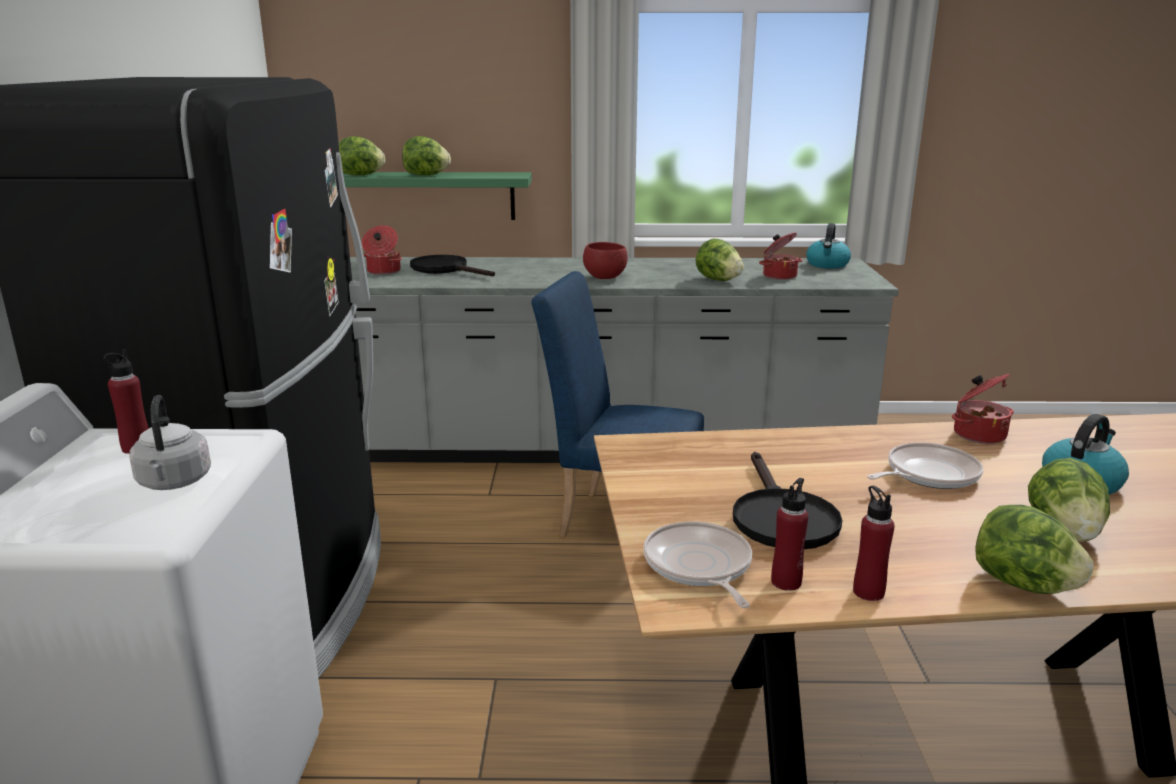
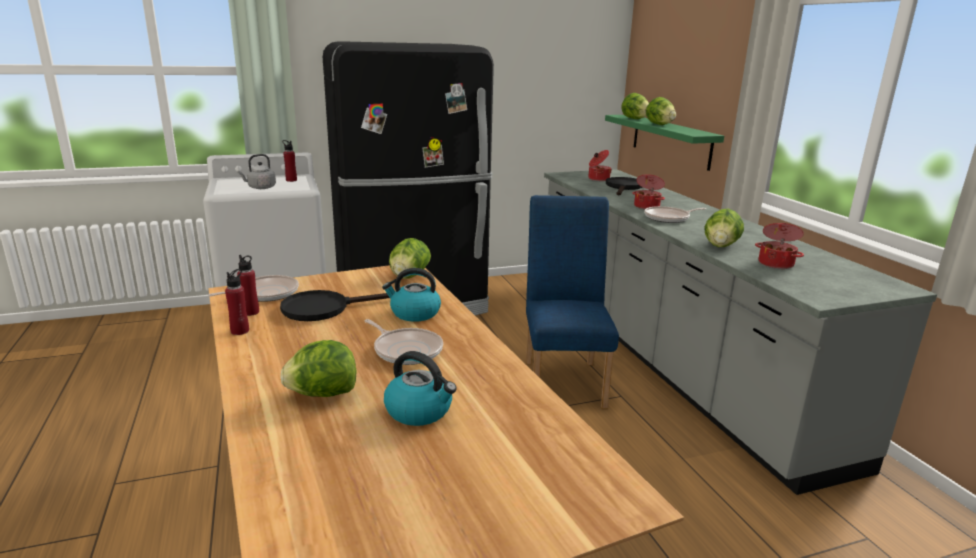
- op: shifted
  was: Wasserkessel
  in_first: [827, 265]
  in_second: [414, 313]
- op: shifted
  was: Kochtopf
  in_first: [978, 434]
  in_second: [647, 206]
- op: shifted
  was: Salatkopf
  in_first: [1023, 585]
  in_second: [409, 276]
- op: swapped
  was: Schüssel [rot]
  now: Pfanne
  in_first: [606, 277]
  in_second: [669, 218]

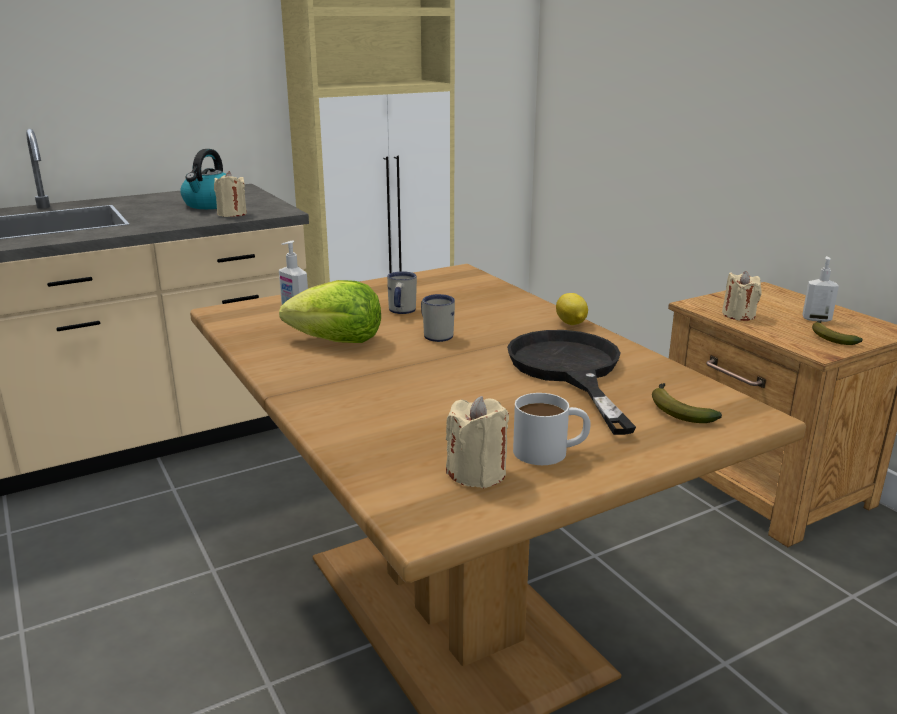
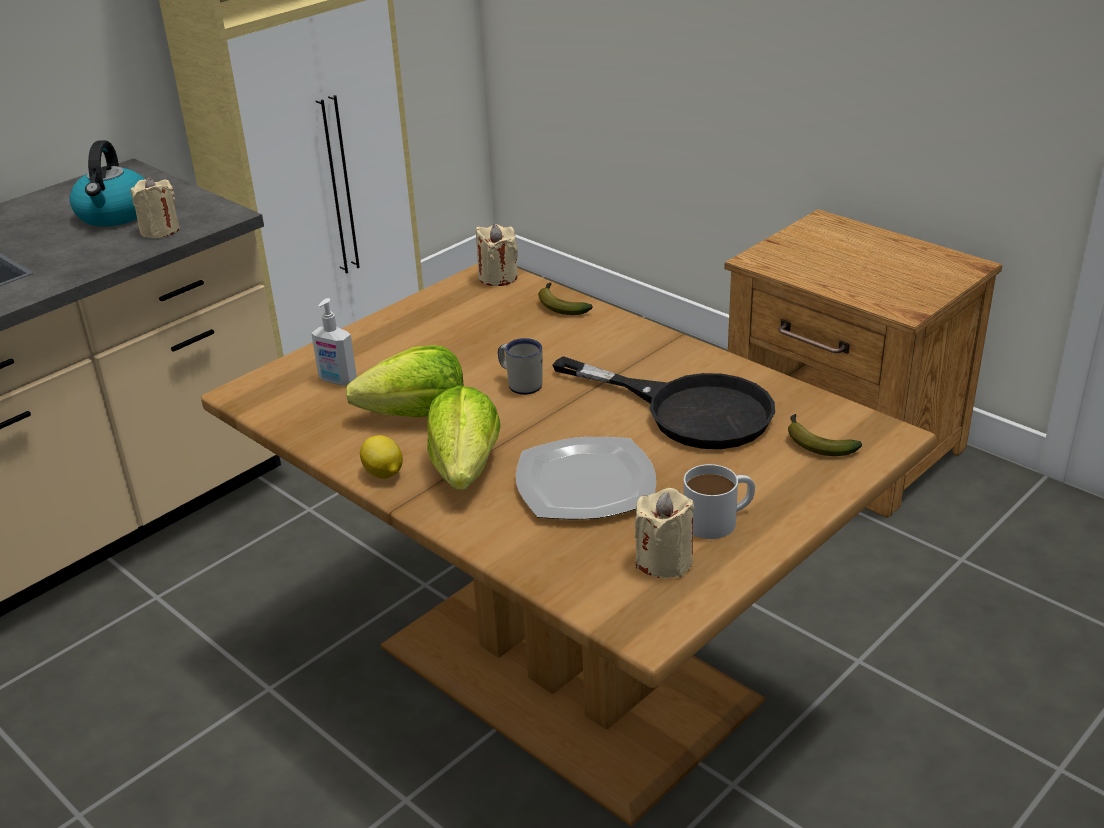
- op: gone
  was: Henkelbecher [weiß]
  in_first: [401, 312]
- op: gone
  was: Seifenspender
  in_first: [816, 319]
- op: new
  now: Salatkopf
  in_second: [465, 469]
- op: new
  now: Teller
  in_second: [587, 483]
- op: shifted
  was: Zitrone
  in_first: [571, 323]
  in_second: [384, 474]
- op: shifted
  was: Kerze [beige]
  in_first: [738, 315]
  in_second: [498, 277]
- op: shifted
  was: Banane
  in_first: [830, 337]
  in_second: [560, 305]
- op: rotated
  was: Pfanne [schwarz]
  in_first: [569, 370]
  in_second: [688, 410]
  clockwise: 150

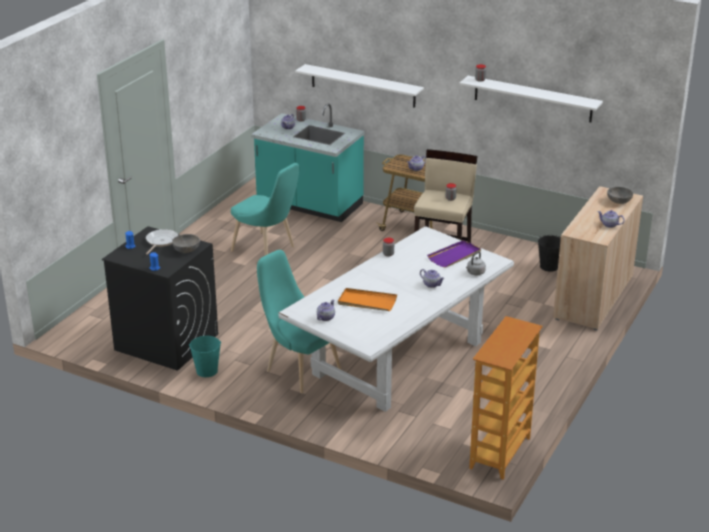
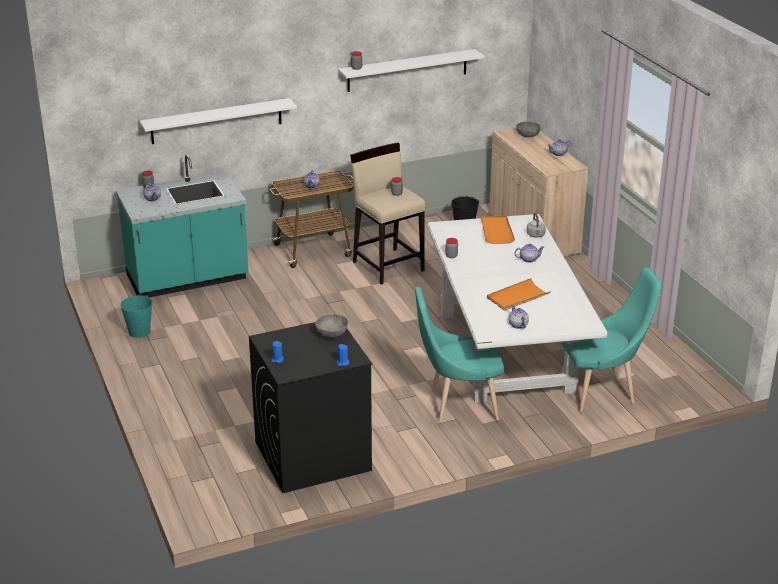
- op: gone
  was: Pfanne
  in_first: [161, 241]
- op: gone
  was: Bücherregal
  in_first: [500, 453]
- op: shifted
  was: Eimer [türkis]
  in_first: [207, 371]
  in_second: [139, 332]
- op: shifted
  was: Stuhl [türkis]
  in_first: [266, 250]
  in_second: [602, 391]
- op: repainted
  was: Tablett [lila]
  now: Tablett [orange]
  in_first: [455, 256]
  in_second: [496, 231]

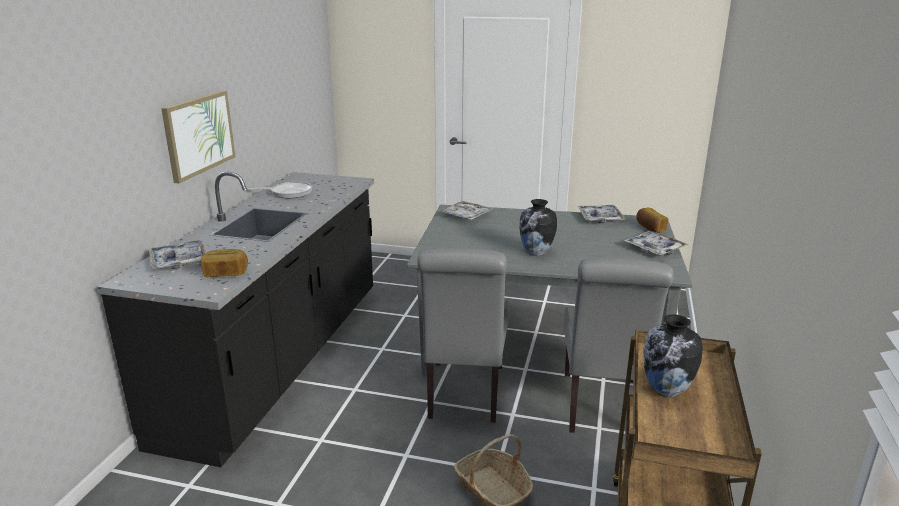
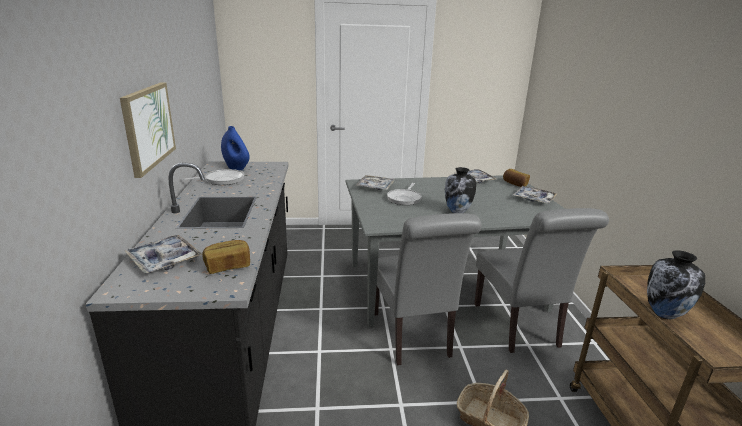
- op: new
  now: Vase [blau]
  in_second: [236, 168]
- op: new
  now: Pfanne
  in_second: [405, 198]

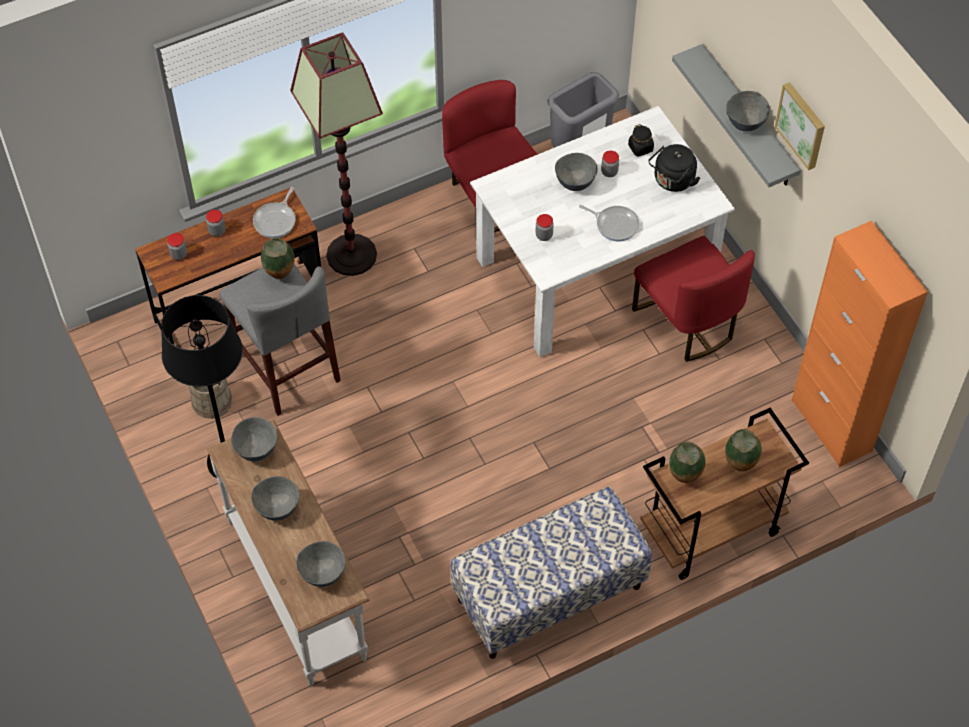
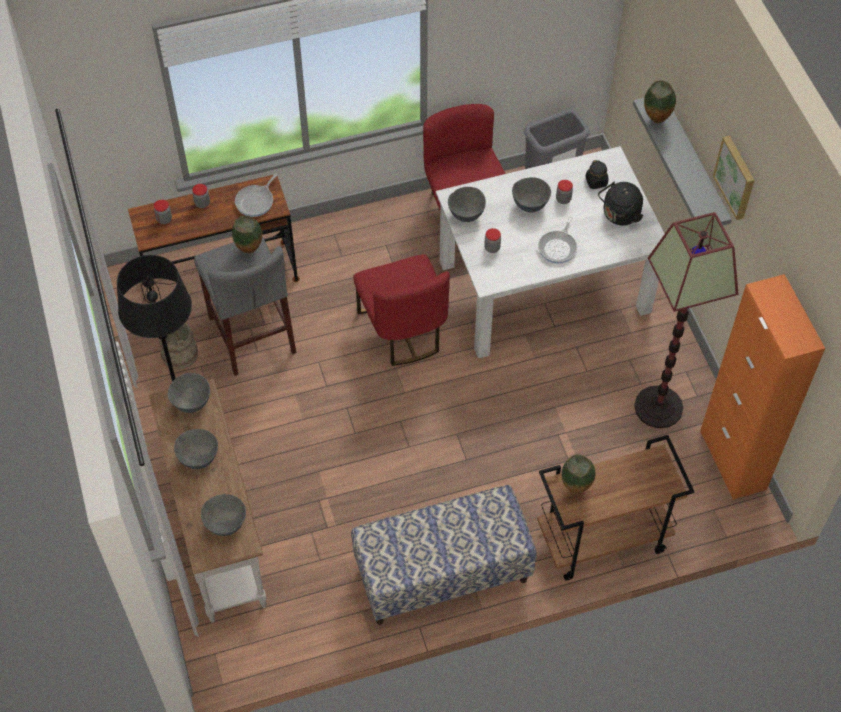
- op: shifted
  was: Stehlampe
  in_first: [352, 254]
  in_second: [658, 407]
- op: shifted
  was: Stuhl [rot]
  in_first: [687, 322]
  in_second: [403, 330]
- op: shifted
  was: Vase
  in_first: [739, 467]
  in_second: [656, 121]
- op: shifted
  was: Schüssel [grau]
  in_first: [744, 124]
  in_second: [466, 215]
- op: rotated
  was: Pfanne
  in_first: [614, 224]
  in_second: [558, 247]
  clockwise: 75

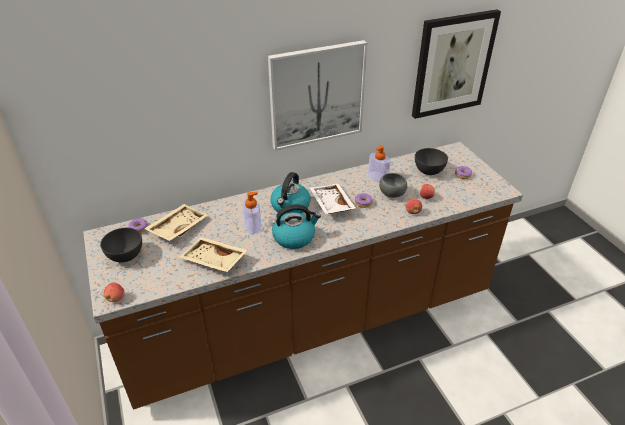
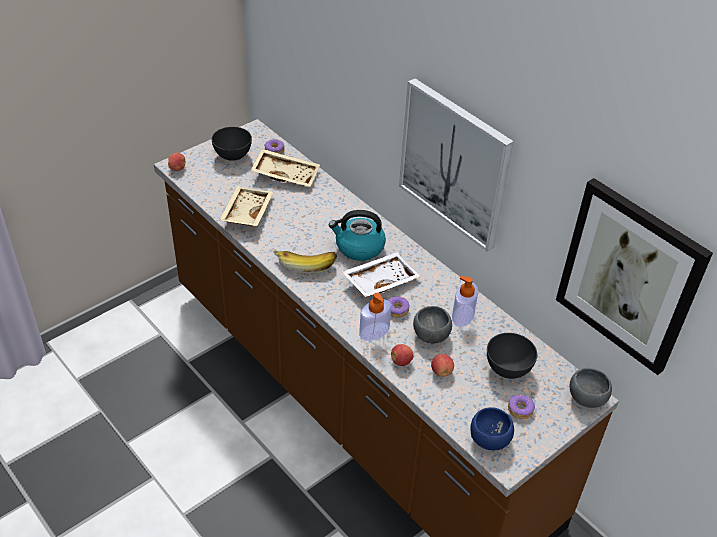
- op: new
  now: Schüssel [blau]
  in_second: [488, 438]
- op: new
  now: Schüssel [grau]
  in_second: [586, 398]
- op: shifted
  was: Seifenspender
  in_first: [253, 225]
  in_second: [374, 331]
- op: swapped
  was: Wasserkessel
  now: Banane
  in_first: [294, 237]
  in_second: [306, 263]

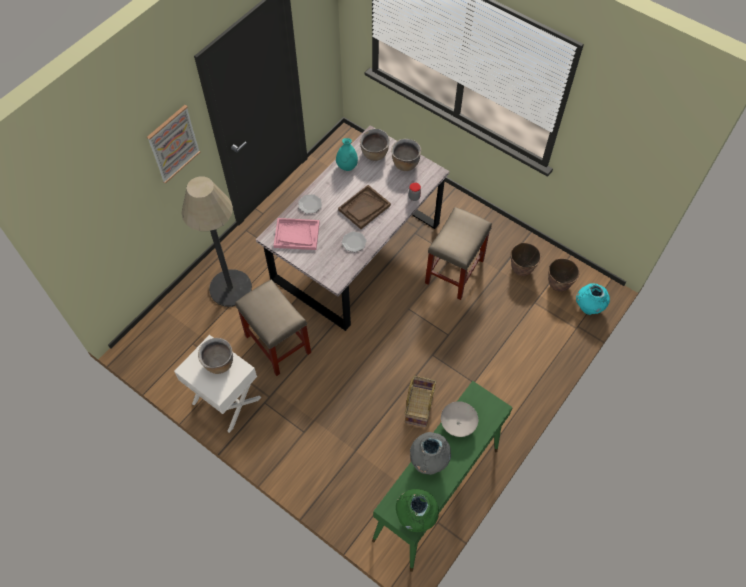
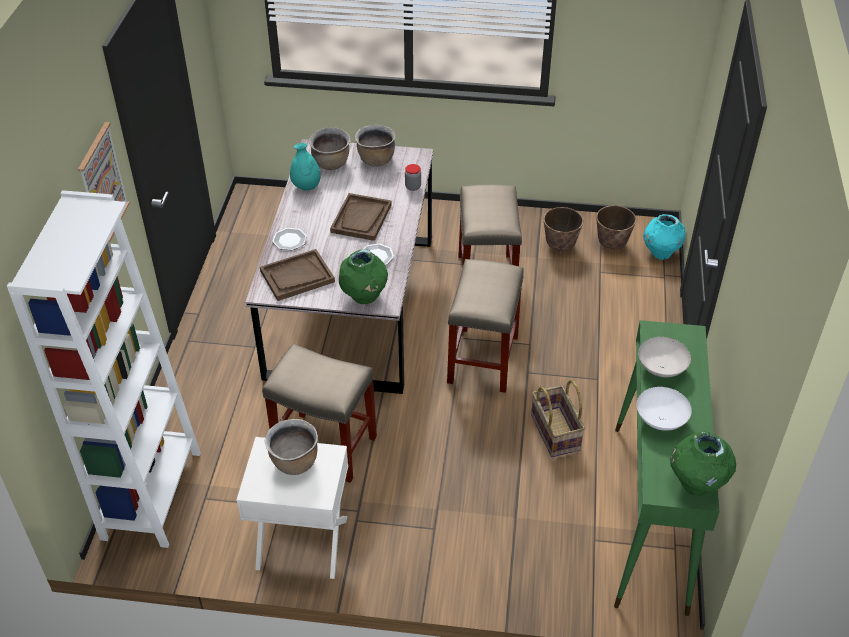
- op: gone
  was: Stehlampe
  in_first: [230, 288]
- op: new
  now: Bücherregal [weiß]
  in_second: [151, 495]
- op: new
  now: Vase [grün]
  in_second: [364, 297]
- op: new
  now: Hocker [beige]
  in_second: [483, 360]
- op: swapped
  was: Vase [grau]
  now: Schüssel [weiß]
  in_first: [428, 461]
  in_second: [661, 420]
- op: repainted
  was: Tablett [rosa]
  now: Tablett [braun]
  in_first: [296, 235]
  in_second: [297, 276]

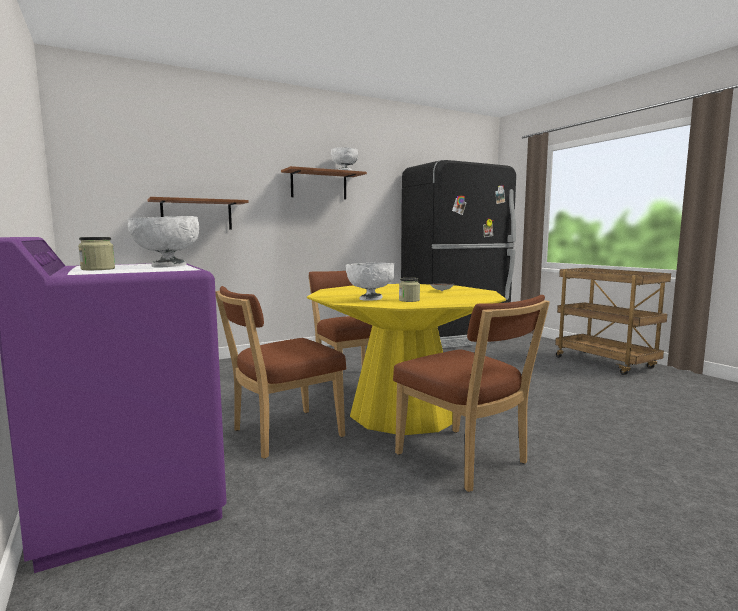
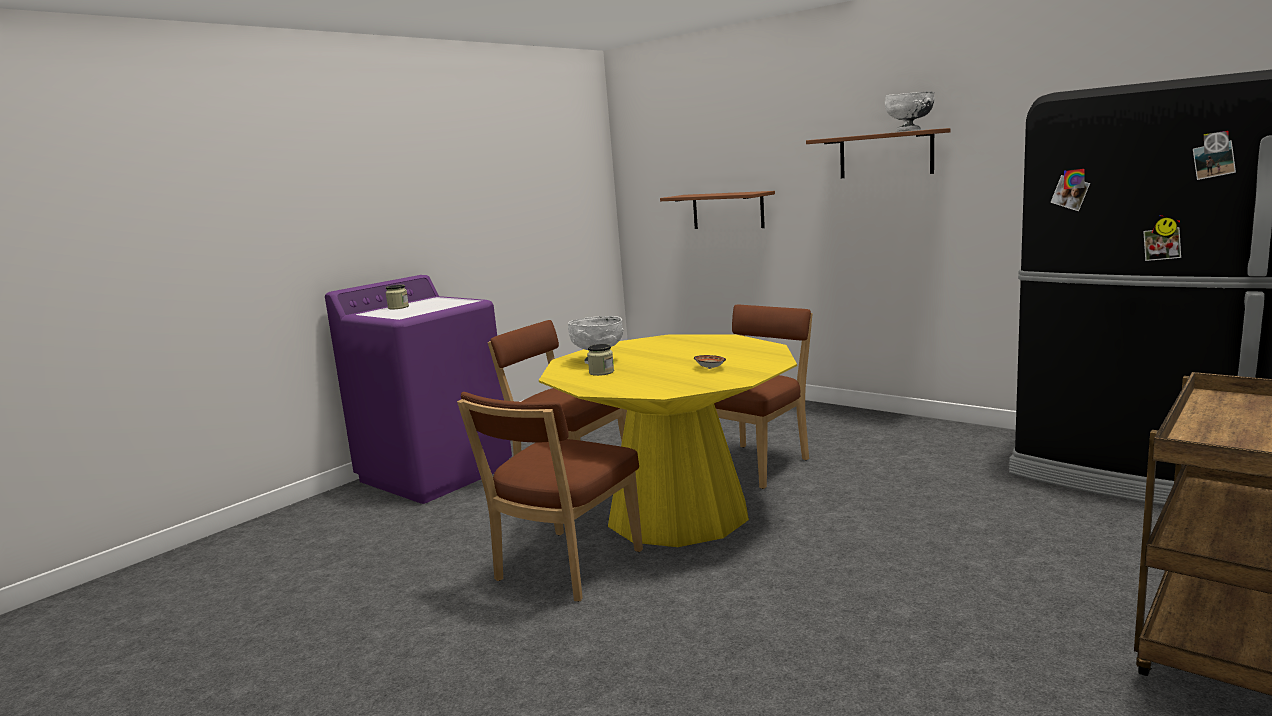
- op: gone
  was: Schüssel [weiß]
  in_first: [167, 266]

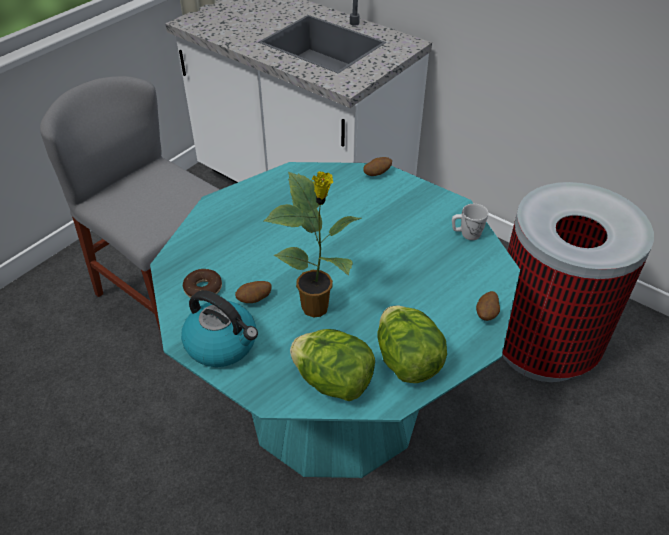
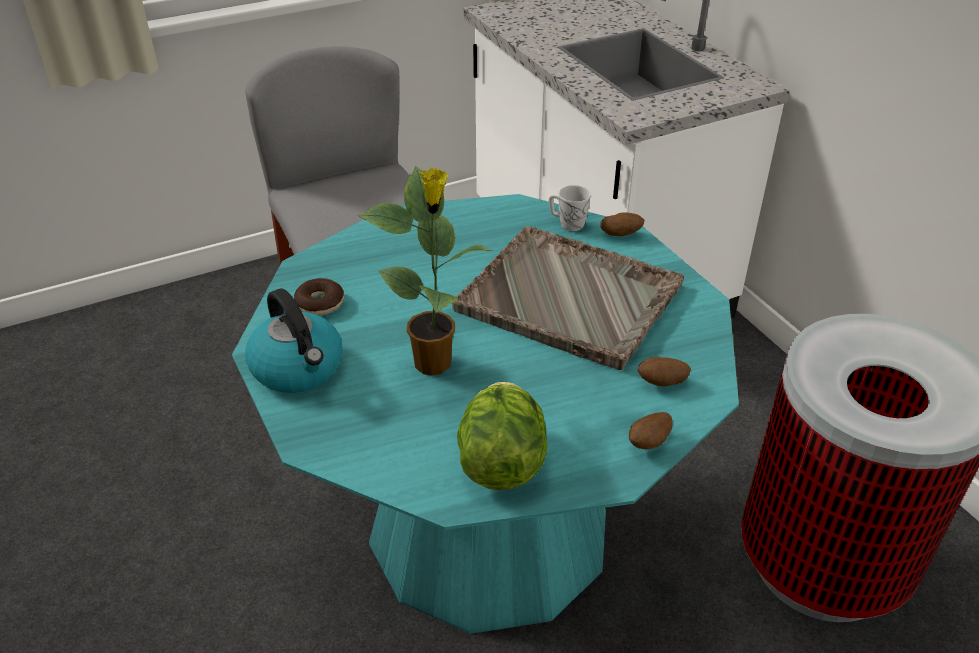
- op: gone
  was: Salatkopf
  in_first: [333, 382]
- op: new
  now: Tablett [grau]
  in_second: [571, 299]
- op: shifted
  was: Kartoffel
  in_first: [254, 300]
  in_second: [661, 383]
- op: shifted
  was: Henkelbecher [weiß]
  in_first: [466, 234]
  in_second: [567, 223]

